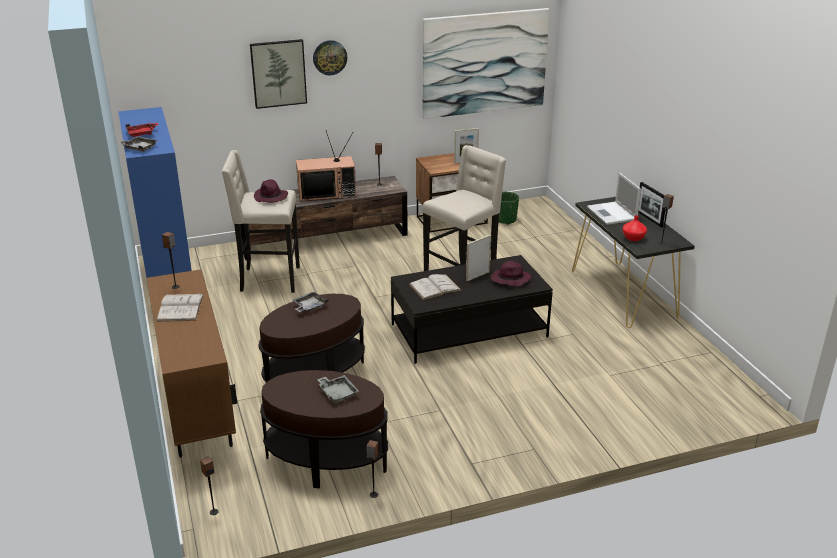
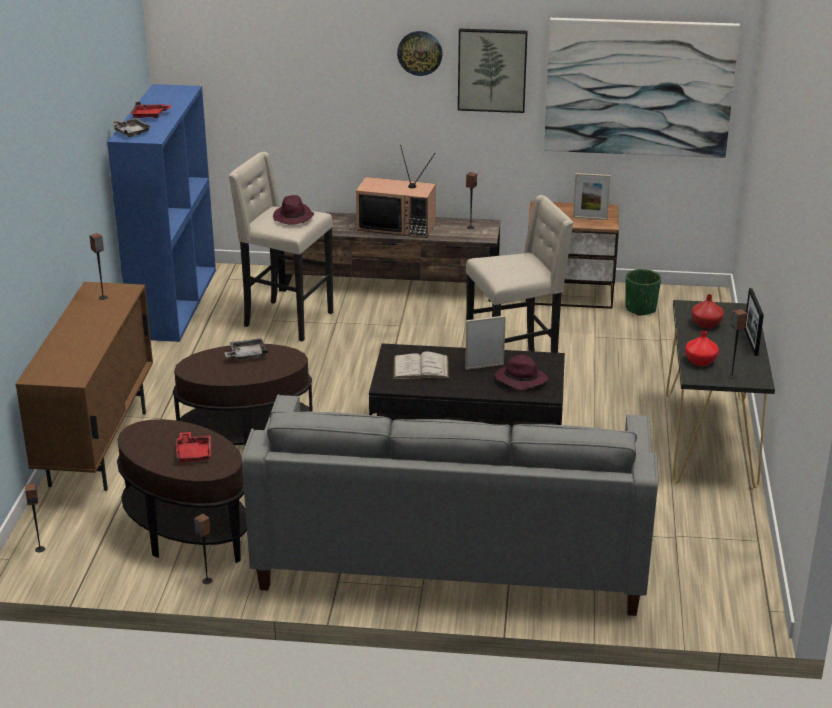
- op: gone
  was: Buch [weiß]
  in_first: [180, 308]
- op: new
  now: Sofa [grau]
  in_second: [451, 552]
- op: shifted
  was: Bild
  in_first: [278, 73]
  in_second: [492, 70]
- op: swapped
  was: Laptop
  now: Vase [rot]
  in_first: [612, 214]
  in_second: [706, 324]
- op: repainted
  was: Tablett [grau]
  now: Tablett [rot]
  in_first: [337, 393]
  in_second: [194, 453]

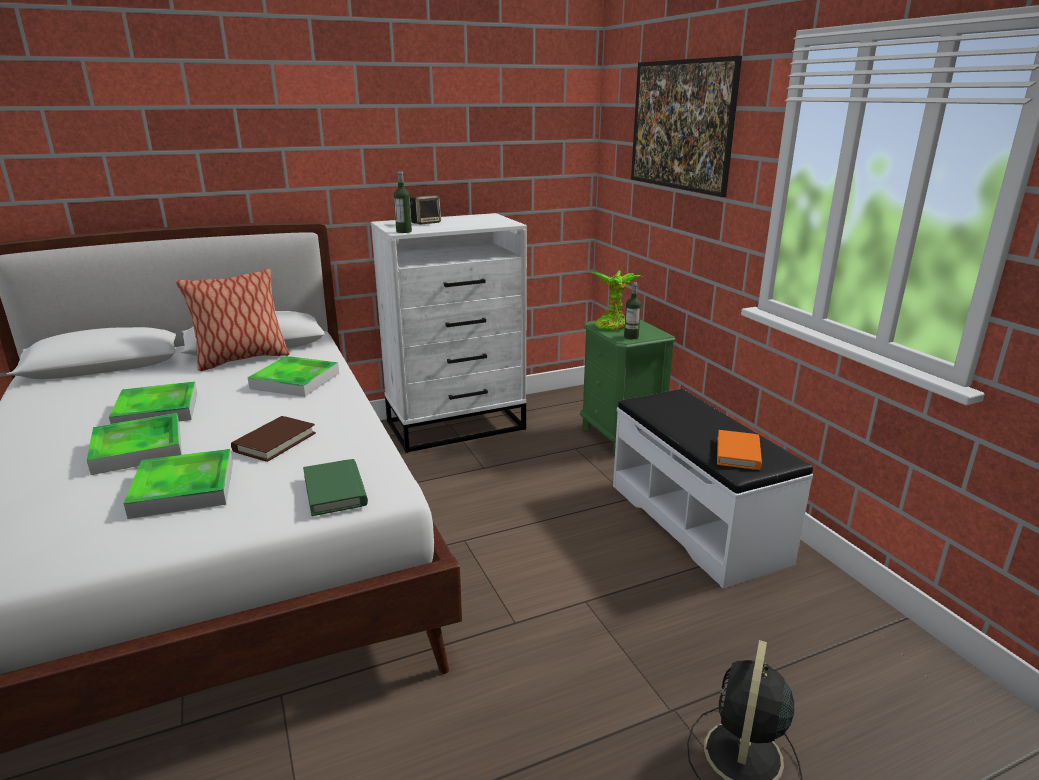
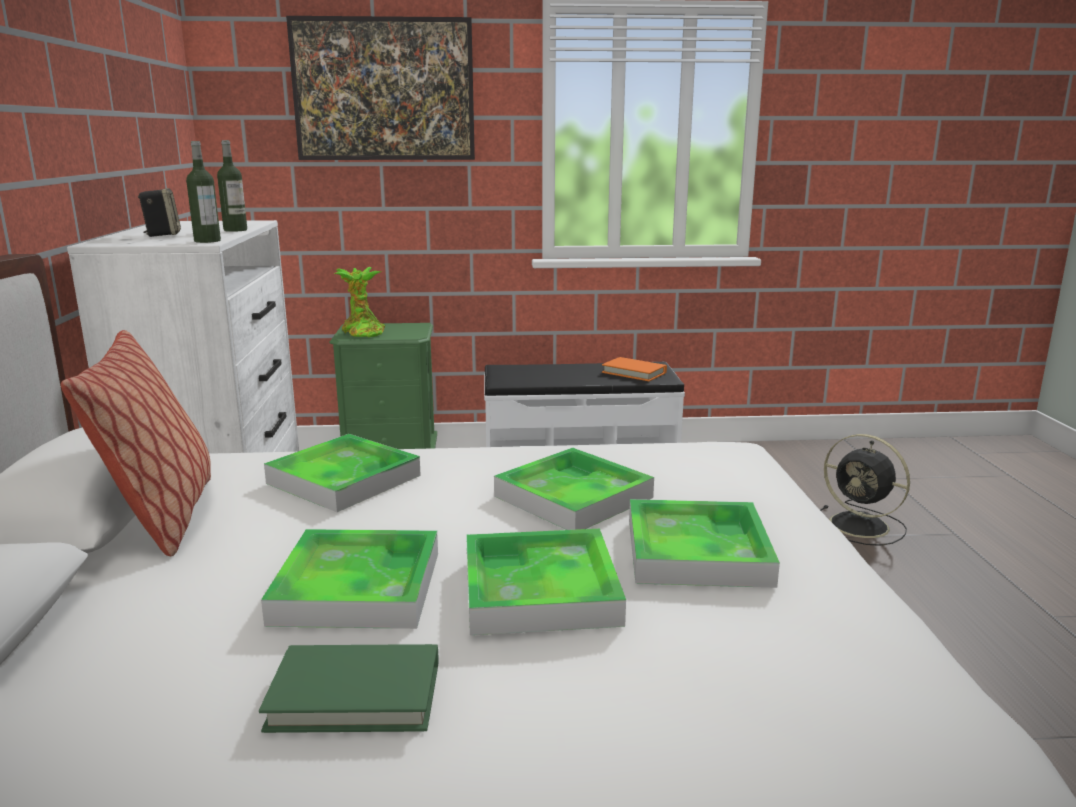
- op: shifted
  was: Buch [grün]
  in_first: [335, 491]
  in_second: [355, 695]
- op: shifted
  was: Flasche
  in_first: [631, 337]
  in_second: [235, 230]
- op: swapped
  was: Buch [braun]
  now: Tablett
  in_first: [275, 442]
  in_second: [573, 497]

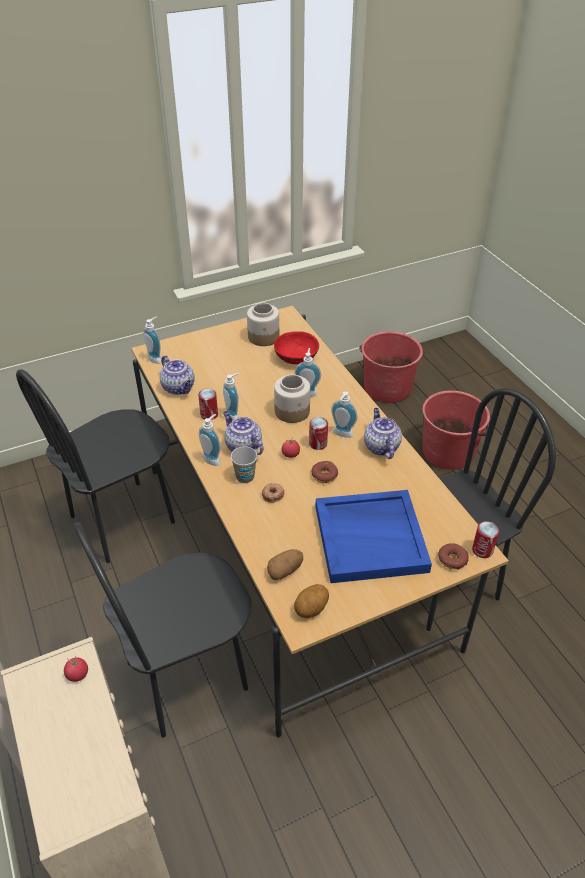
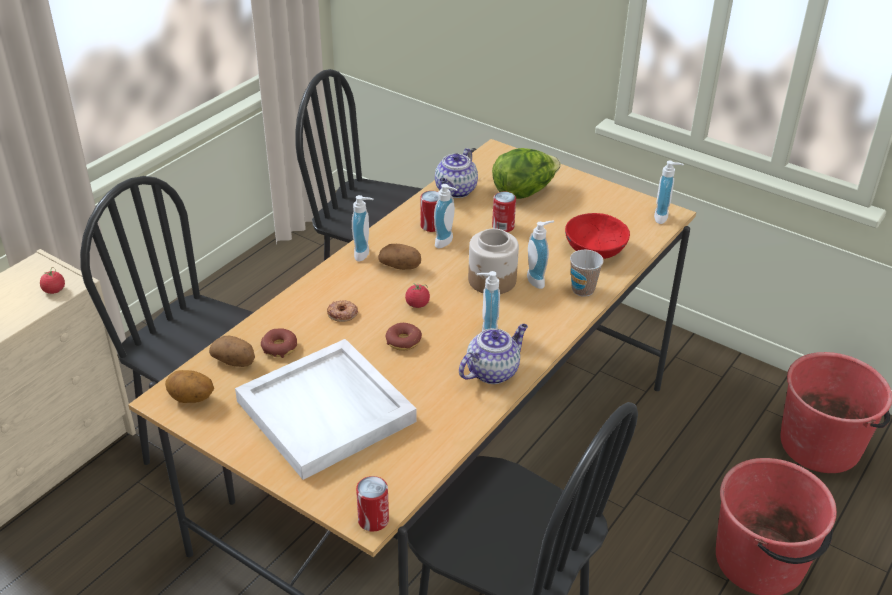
- op: gone
  was: Vorratsglas
  in_first: [264, 337]
- op: new
  now: Salatkopf
  in_second: [524, 192]
- op: shifted
  was: Seifenspender
  in_first: [156, 358]
  in_second: [664, 217]
- op: shifted
  was: Tasse
  in_first: [245, 477]
  in_second: [583, 290]
- op: shifted
  was: Dose
  in_first: [318, 444]
  in_second: [503, 226]
- op: shifted
  was: Donut
  in_first: [452, 559]
  in_second: [279, 347]
- op: swapped
  was: Teekanne
  now: Kartoffel
  in_first: [242, 446]
  in_second: [400, 266]
- op: repainted
  was: Tablett [blau]
  now: Tablett [weiß]
  in_first: [371, 537]
  in_second: [327, 411]

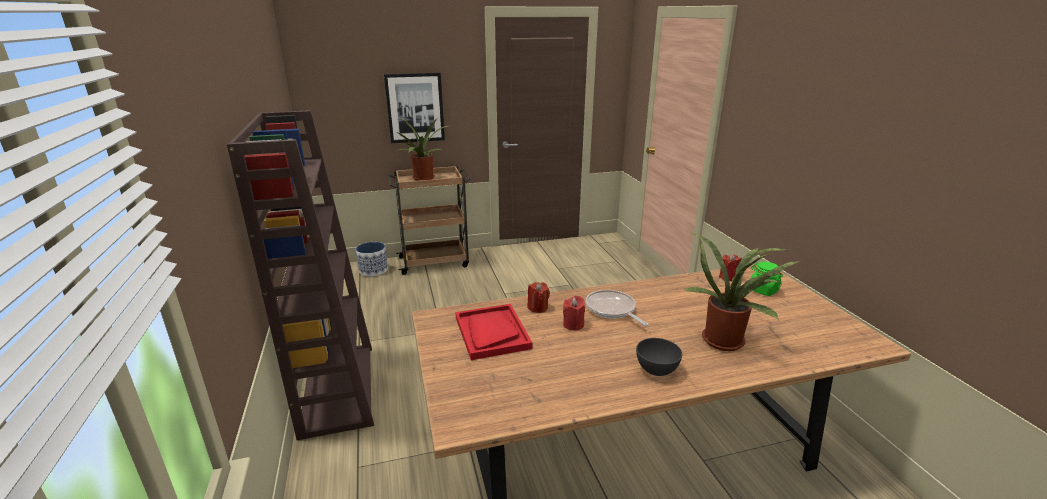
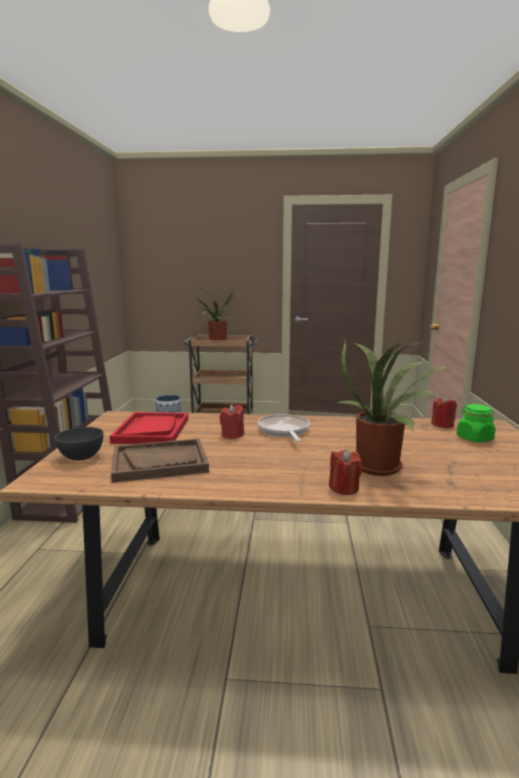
- op: gone
  was: Bild
  in_first: [415, 108]
- op: new
  now: Tablett [braun]
  in_second: [160, 462]
- op: shifted
  was: Kerze [rot]
  in_first: [538, 307]
  in_second: [344, 488]
- op: shifted
  was: Schüssel [grau]
  in_first: [656, 370]
  in_second: [81, 457]

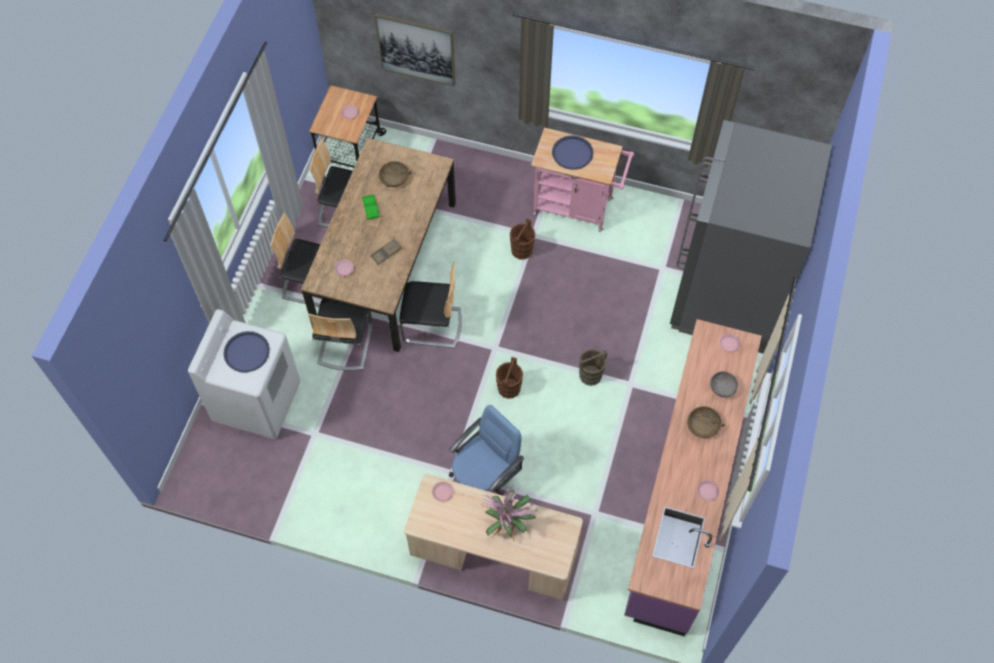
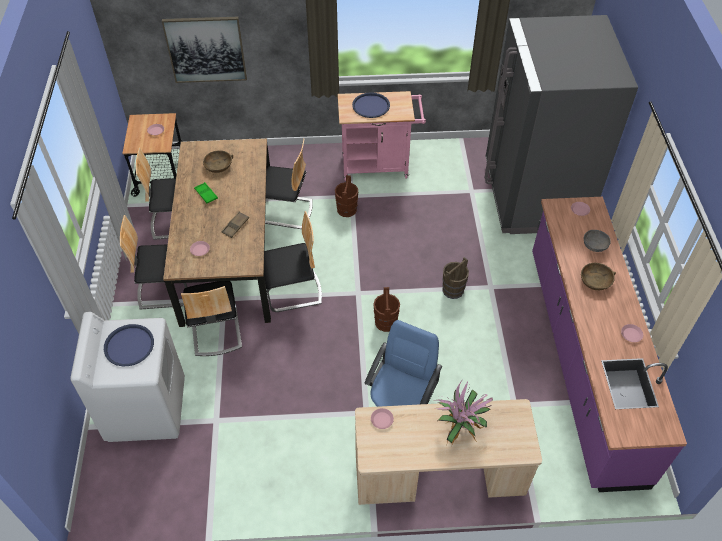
- op: new
  now: Stuhl
  in_second: [285, 211]

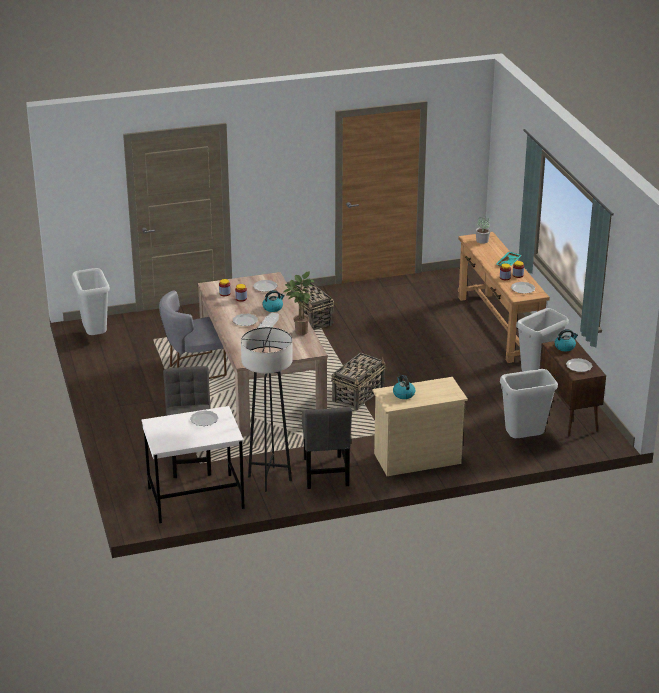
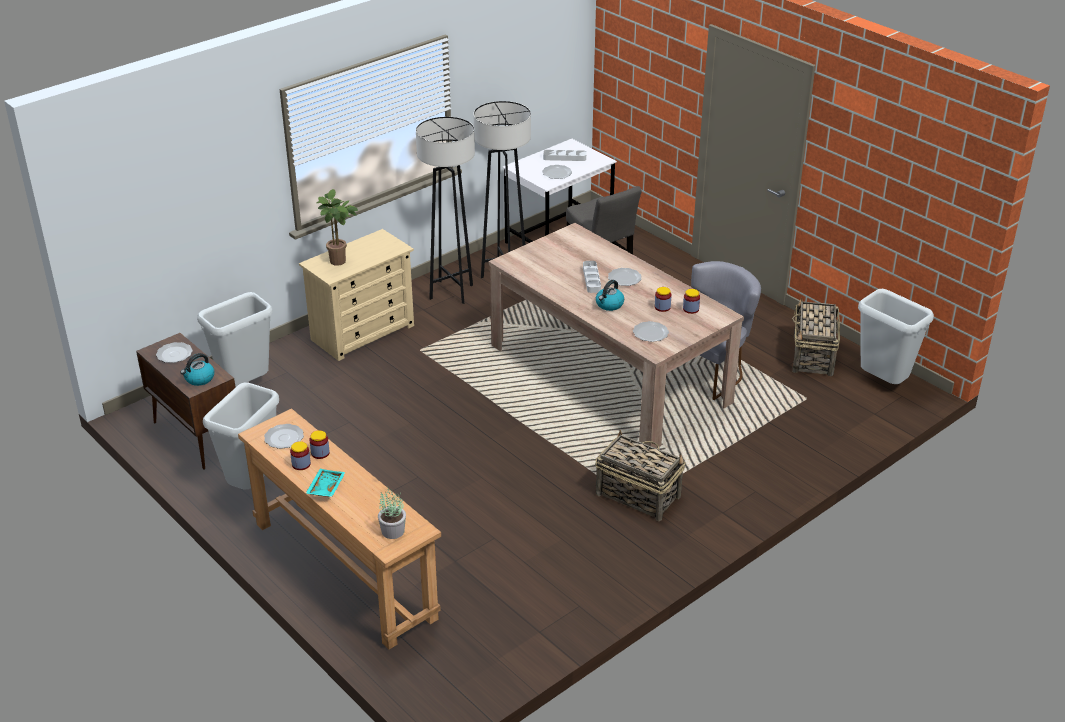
- op: gone
  was: Wasserkessel
  in_first: [403, 394]
- op: new
  now: Tablett [grau]
  in_second: [564, 157]
- op: shifted
  was: Topfpflanze
  in_first: [300, 331]
  in_second: [340, 262]
- op: shifted
  was: Korb
  in_first: [358, 395]
  in_second: [812, 356]
- op: swapped
  was: Stuhl [grau]
  now: Stehlampe [grau]
  in_first: [325, 474]
  in_second: [451, 292]

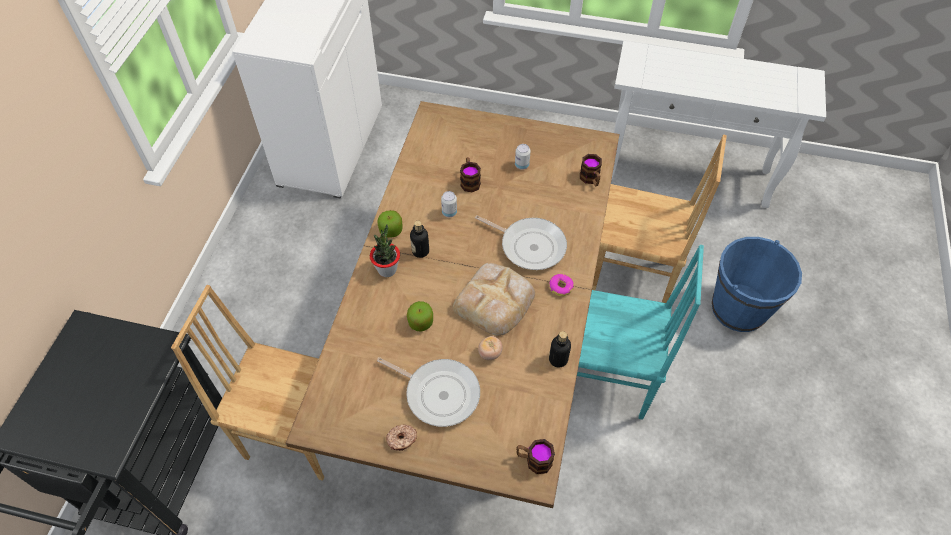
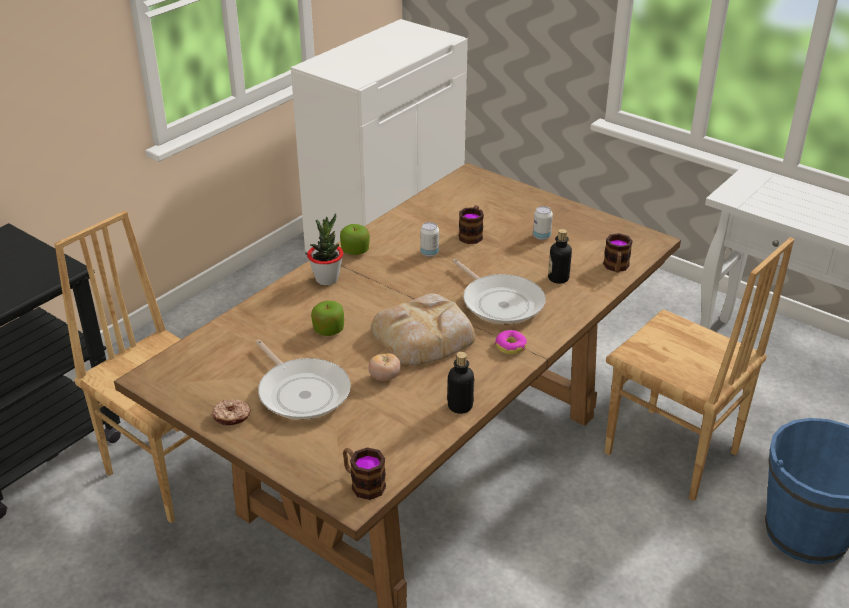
- op: gone
  was: Stuhl [türkis]
  in_first: [607, 382]
- op: shifted
  was: Flasche
  in_first: [420, 251]
  in_second: [558, 278]

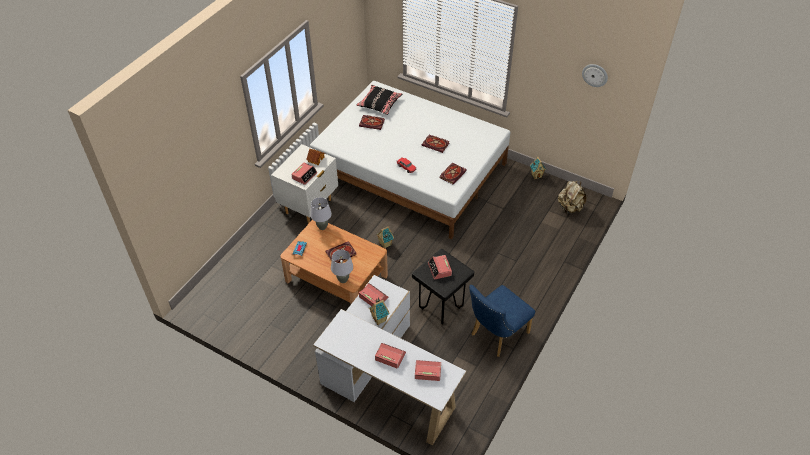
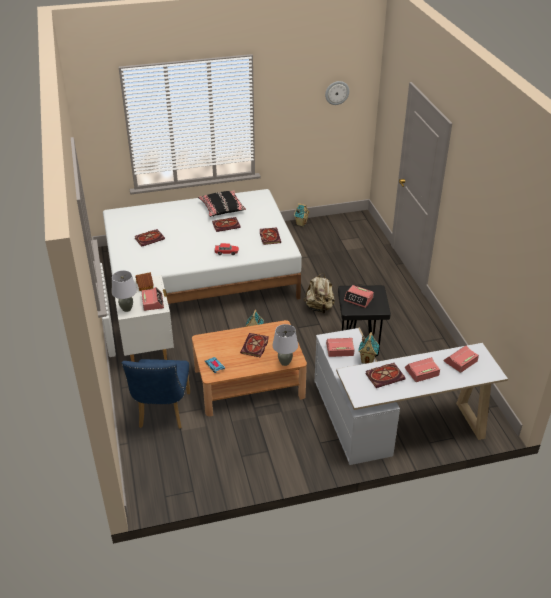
- op: new
  now: Buch
  in_second: [385, 376]
- op: shifted
  was: Tischlampe [grau]
  in_first: [322, 227]
  in_second: [126, 309]
- op: shifted
  was: Kissen [schwarz]
  in_first: [379, 103]
  in_second: [222, 208]
- op: shifted
  was: Stuhl [blau]
  in_first: [496, 335]
  in_second: [162, 413]
- op: shifted
  was: Rucksack [beige]
  in_first: [569, 208]
  in_second: [319, 308]

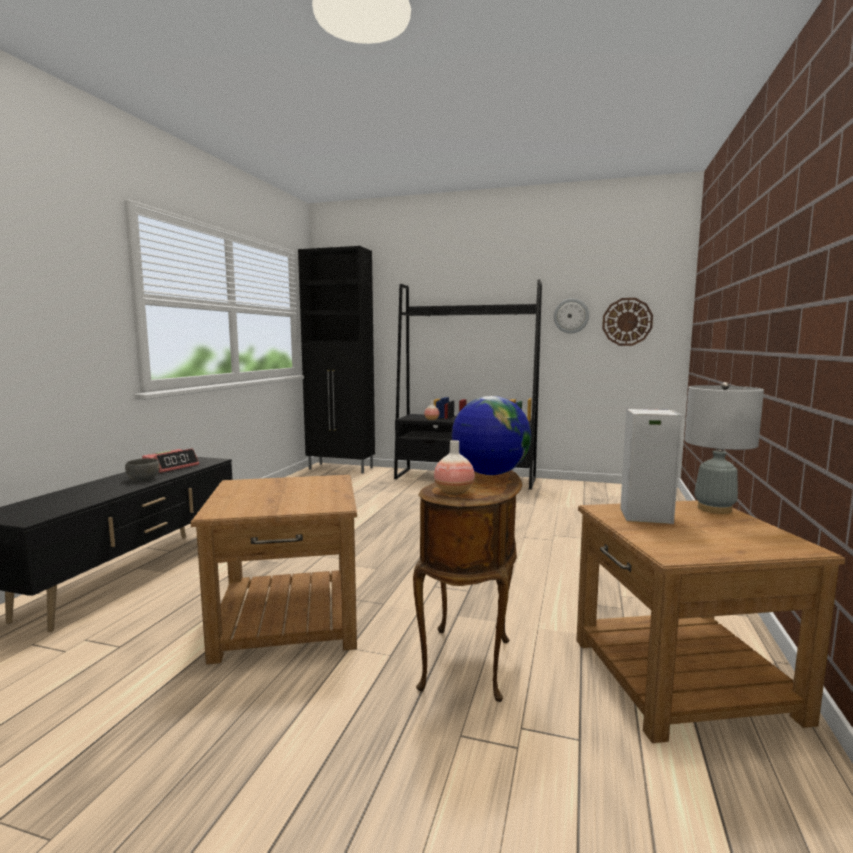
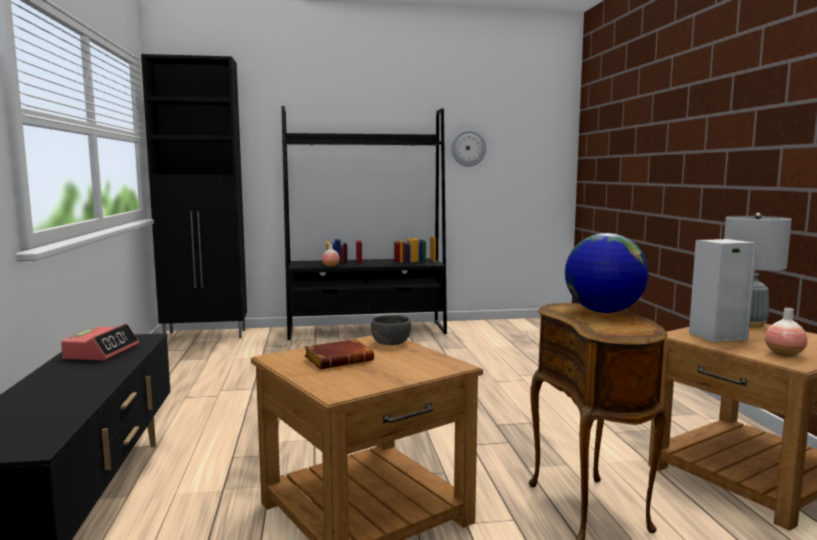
- op: gone
  was: Wanduhr
  in_first: [627, 322]
- op: new
  now: Buch [braun]
  in_second: [339, 360]
- op: shifted
  was: Schüssel [grau]
  in_first: [144, 479]
  in_second: [391, 343]
- op: shifted
  was: Vase
  in_first: [454, 492]
  in_second: [784, 354]

